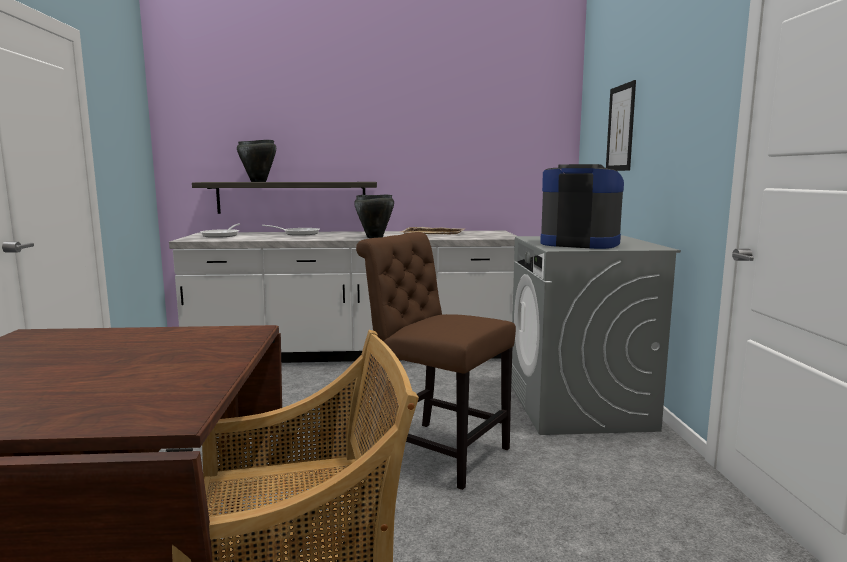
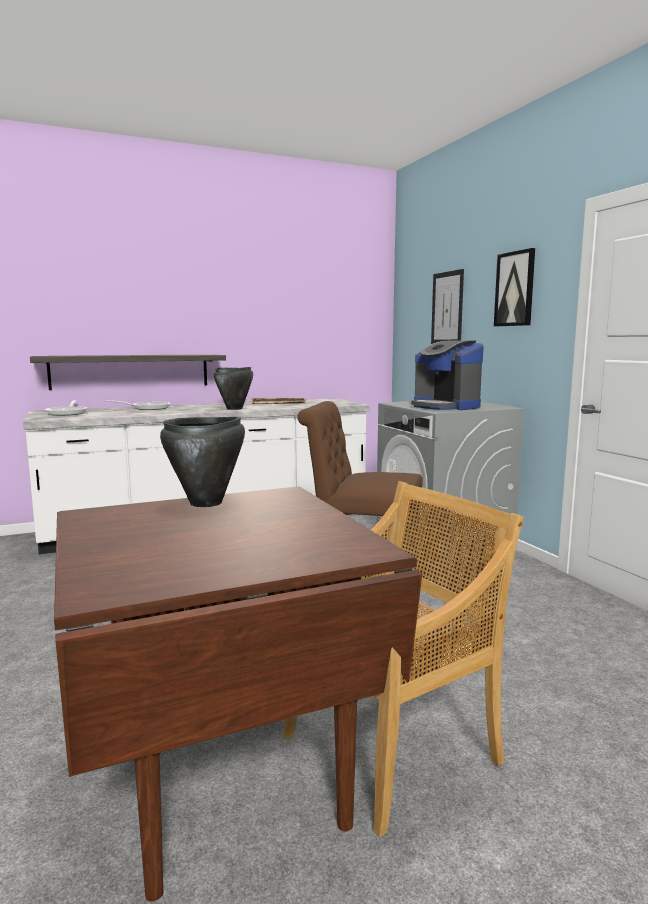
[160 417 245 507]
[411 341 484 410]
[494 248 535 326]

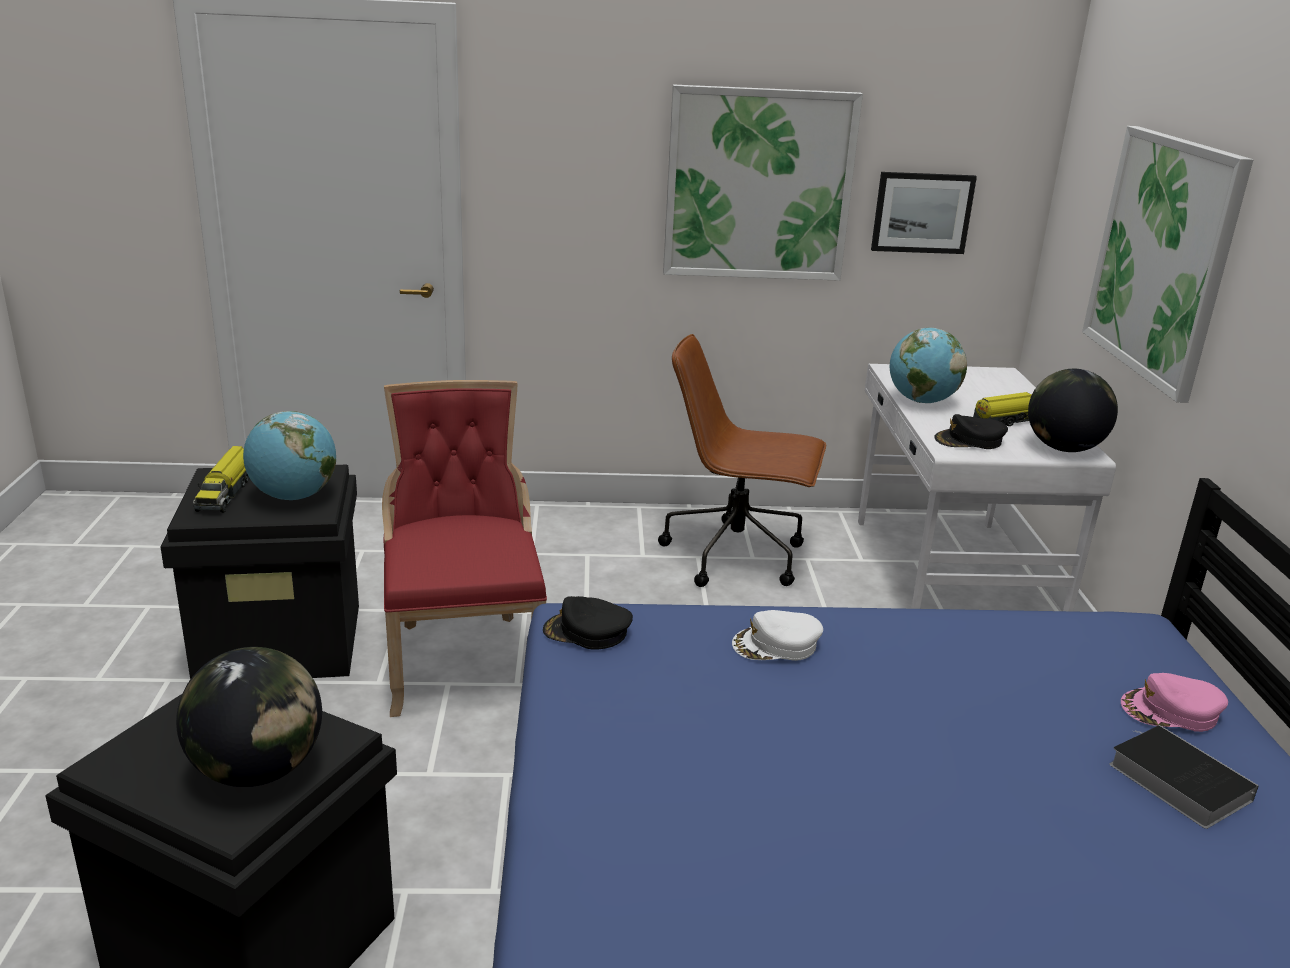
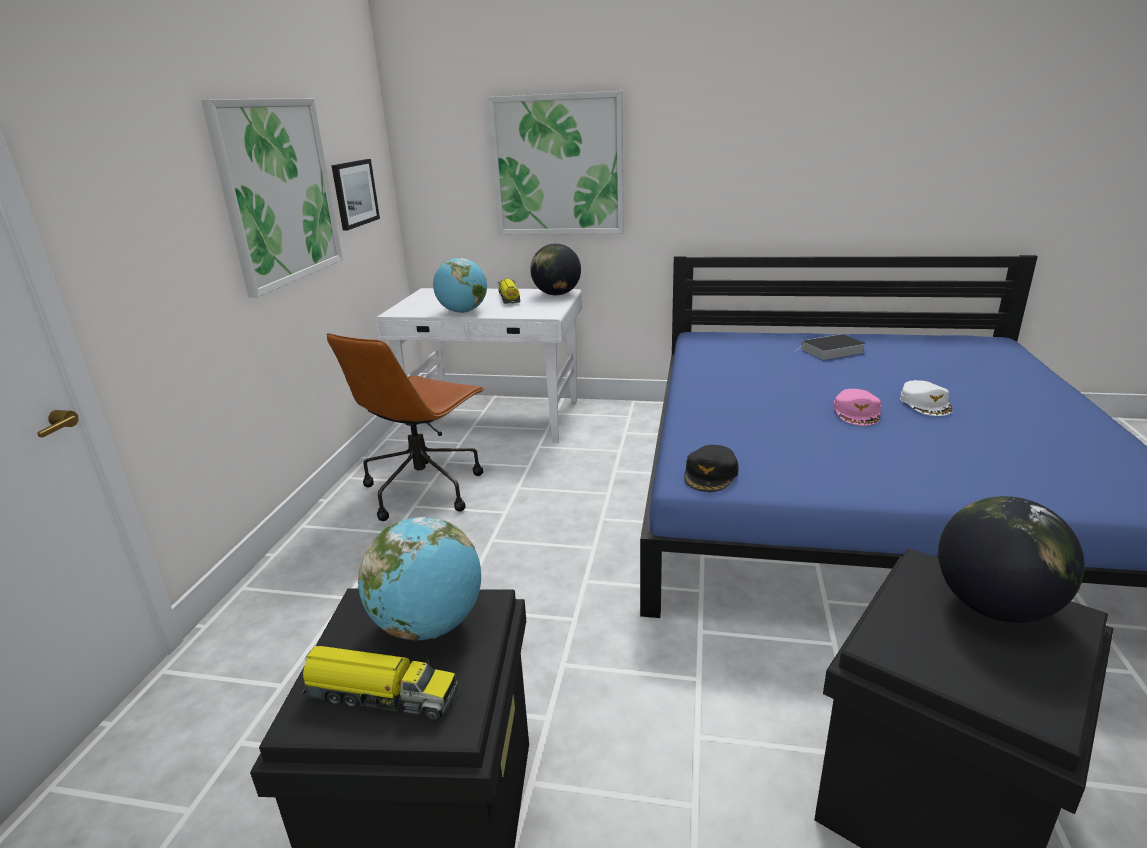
[382 380 547 717] (first image)
[900 380 953 416]
[934 414 1008 449] (first image)
[833 389 881 426]

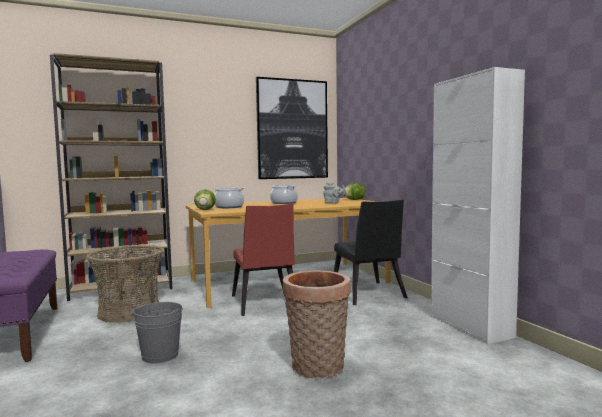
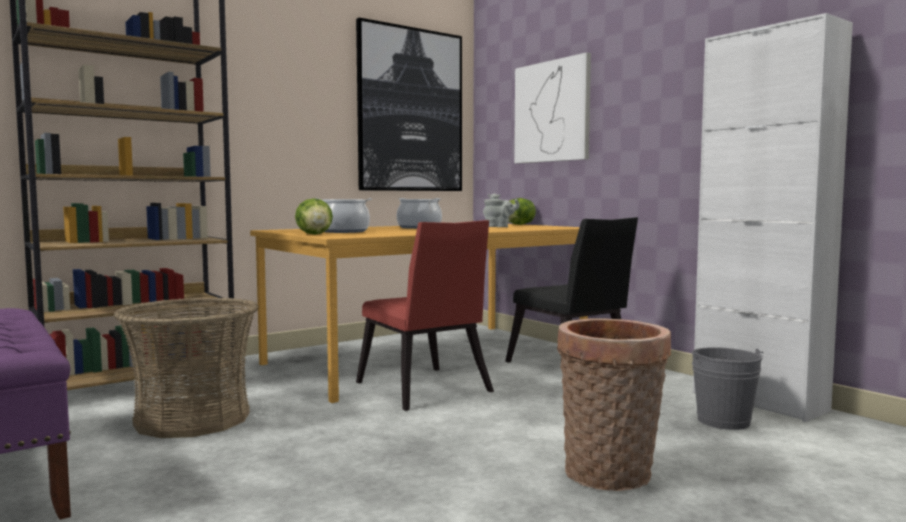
[692 347 763 430]
[514 52 591 164]

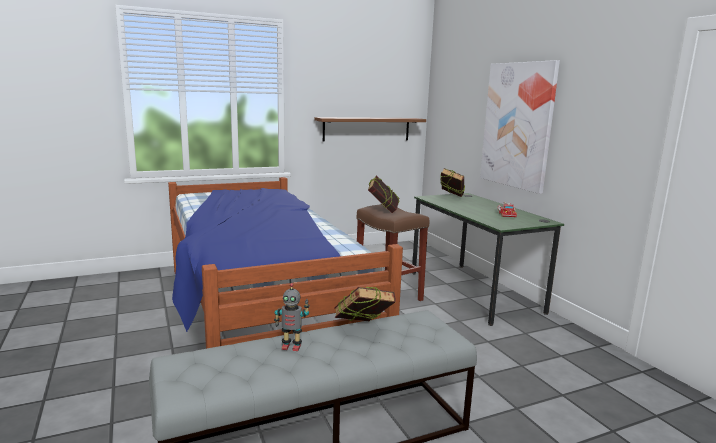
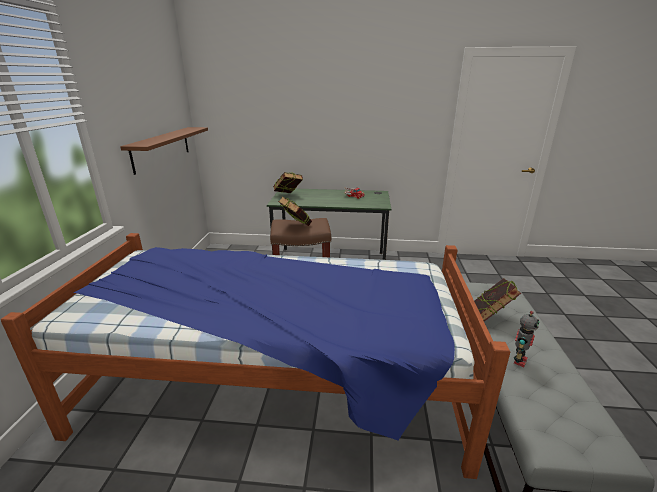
[480 60 560 194] (first image)

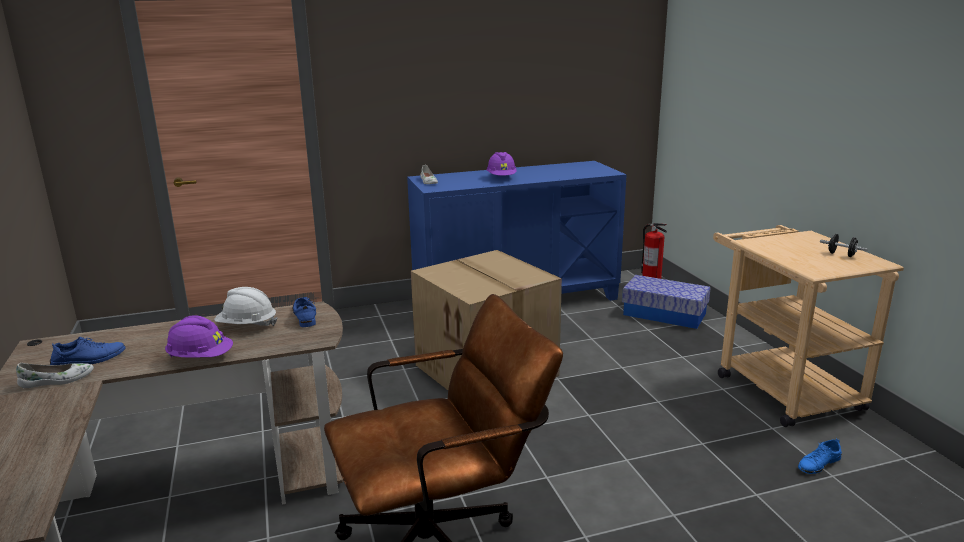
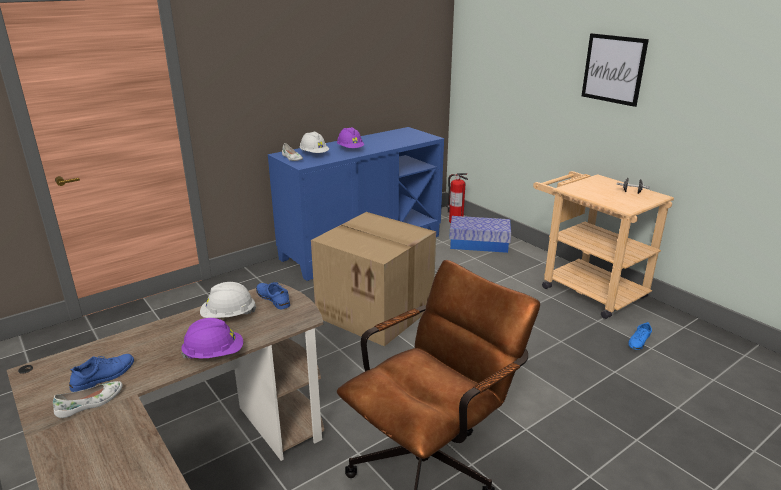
[300 132 329 153]
[582 33 649 107]

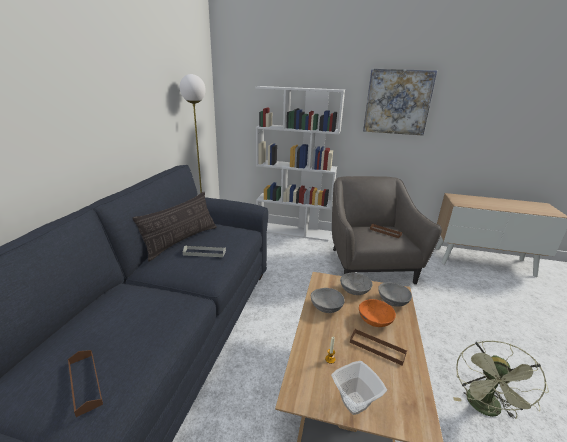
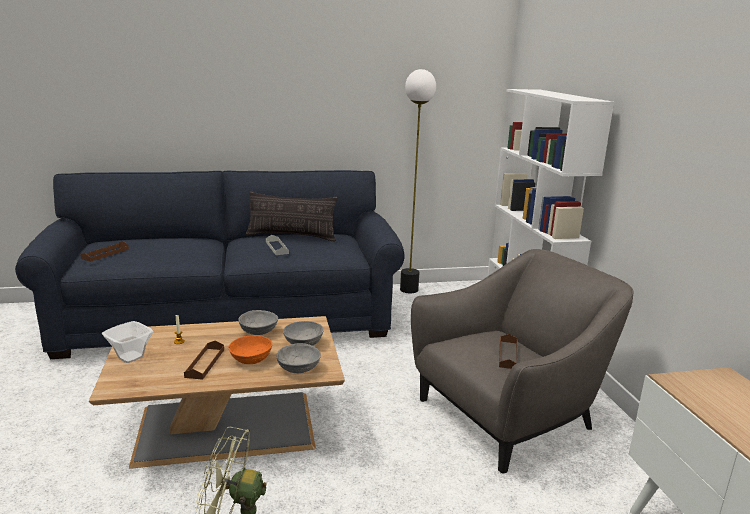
[363 69 437 136] (first image)

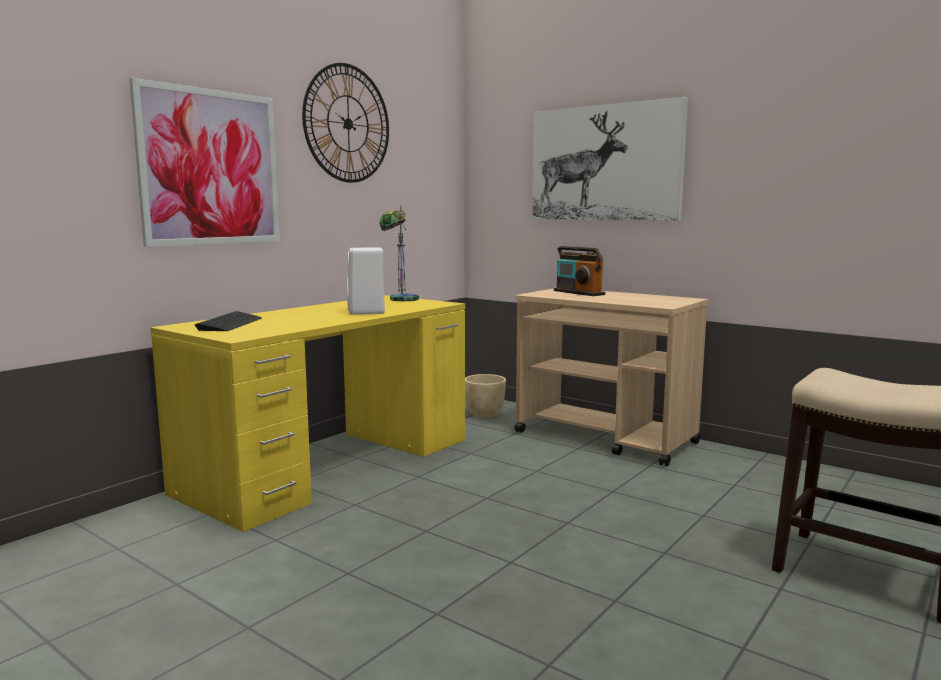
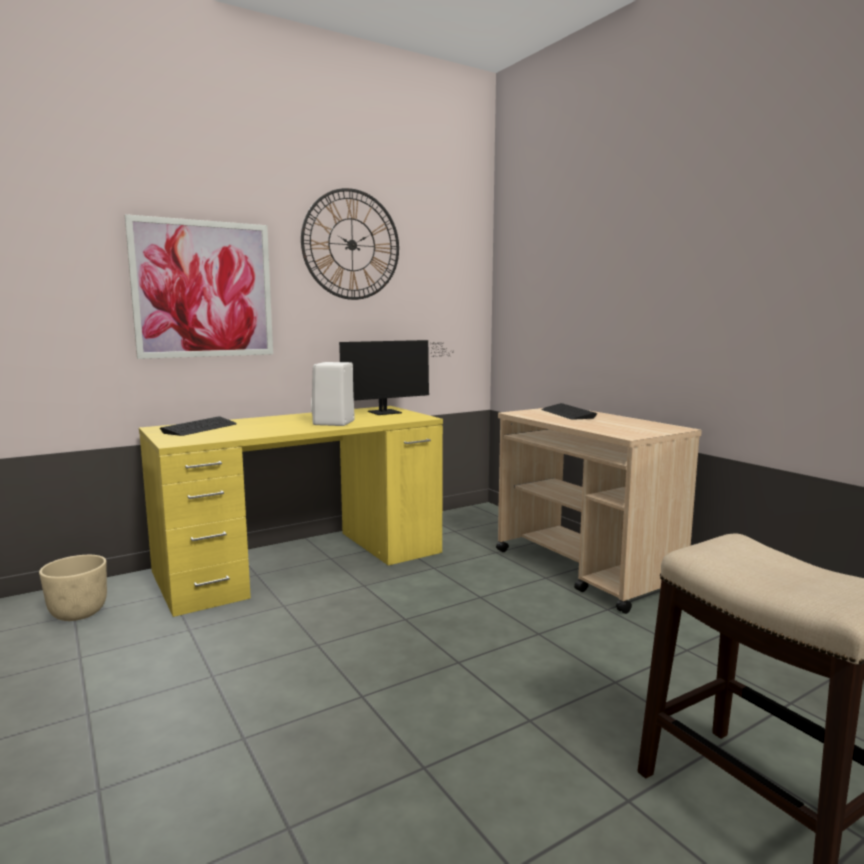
[339 340 452 415]
[39 555 107 621]
[532 97 688 221] (first image)
[541 403 597 420]

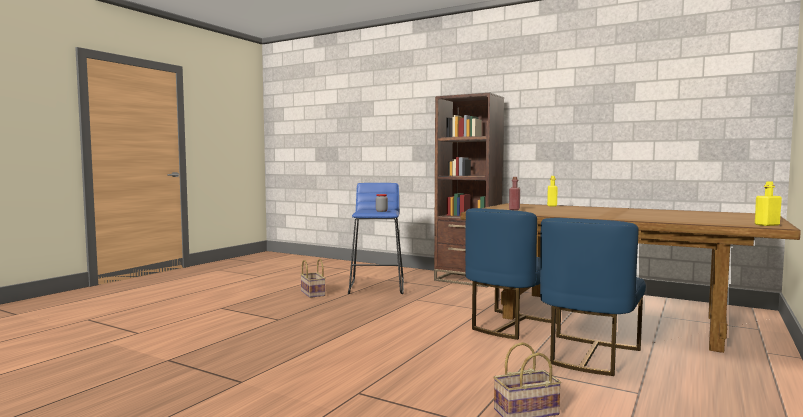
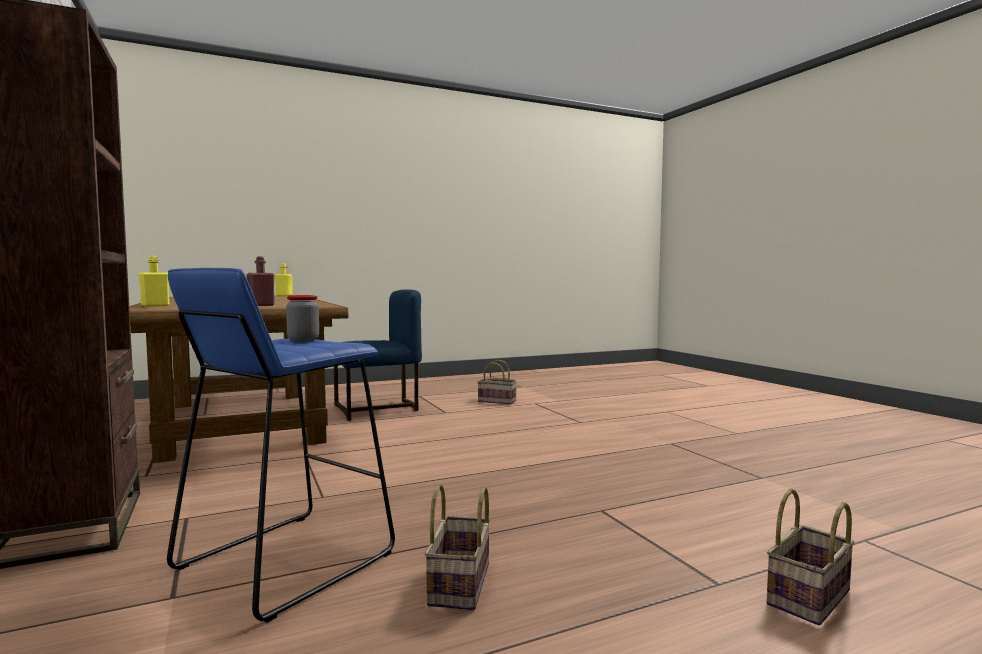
[465 208 557 340] (first image)
[766 489 855 625]

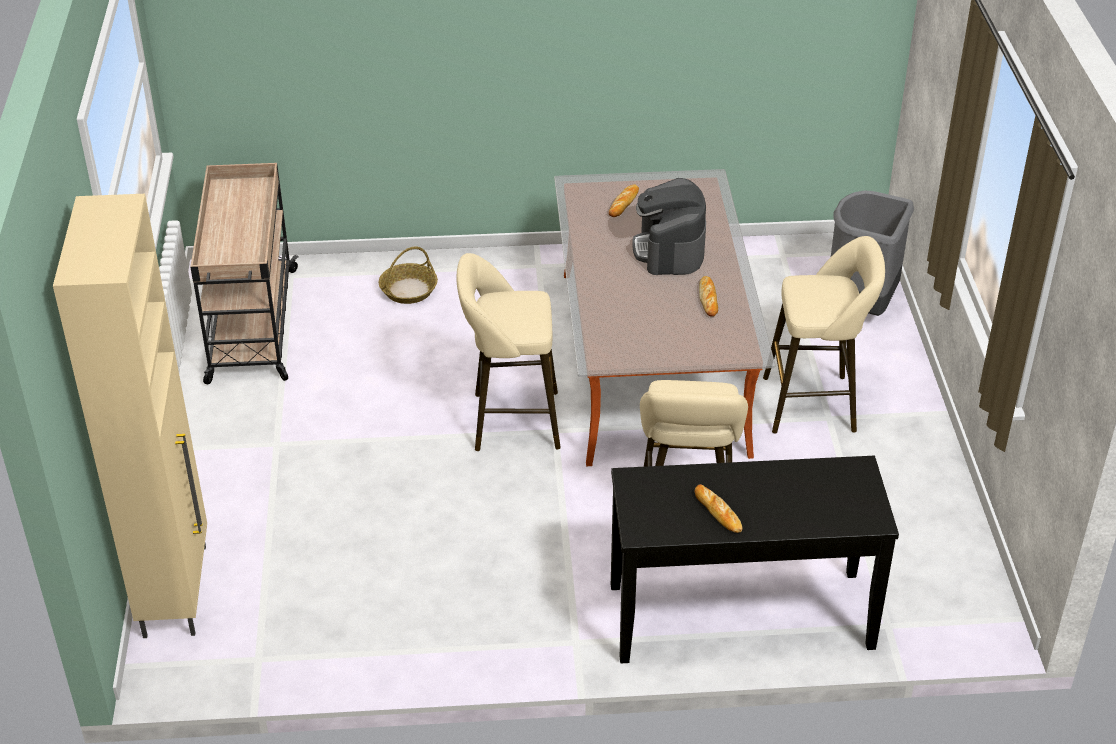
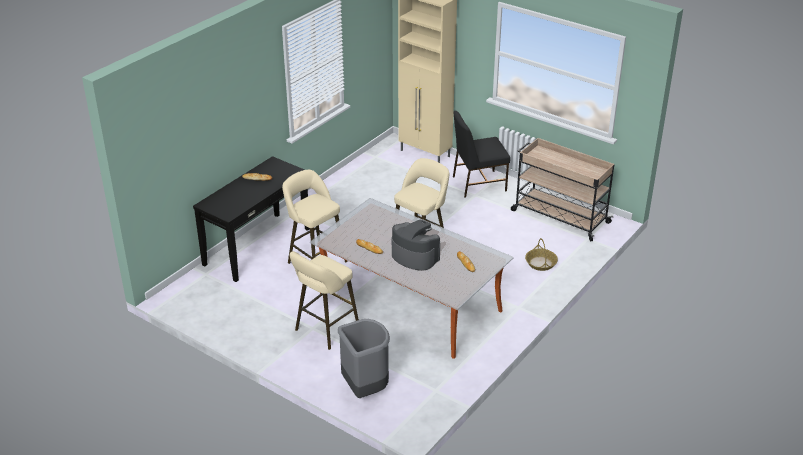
[453 111 510 197]

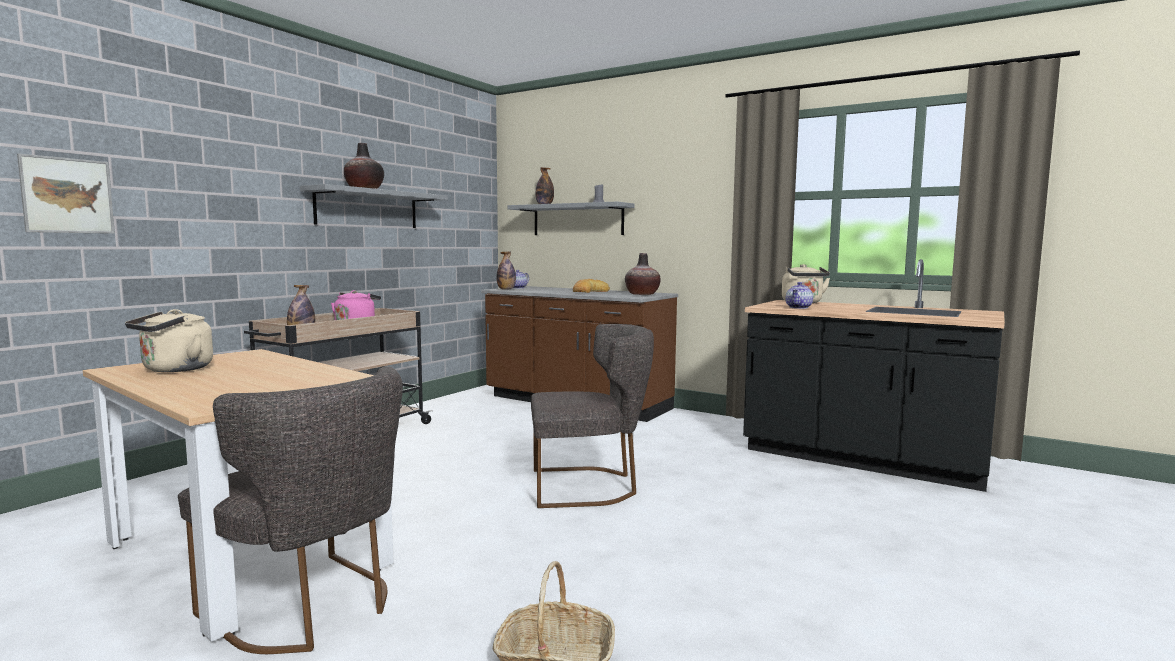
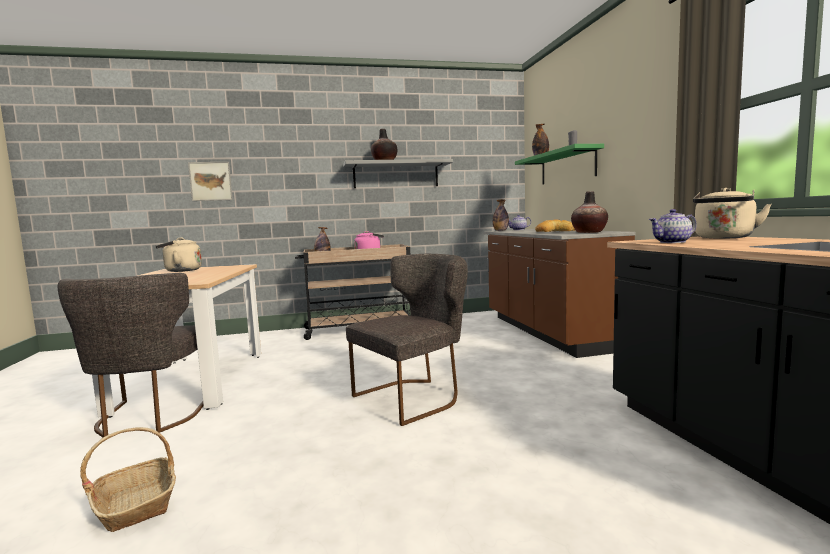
[515 144 604 185]
[346 254 468 426]

